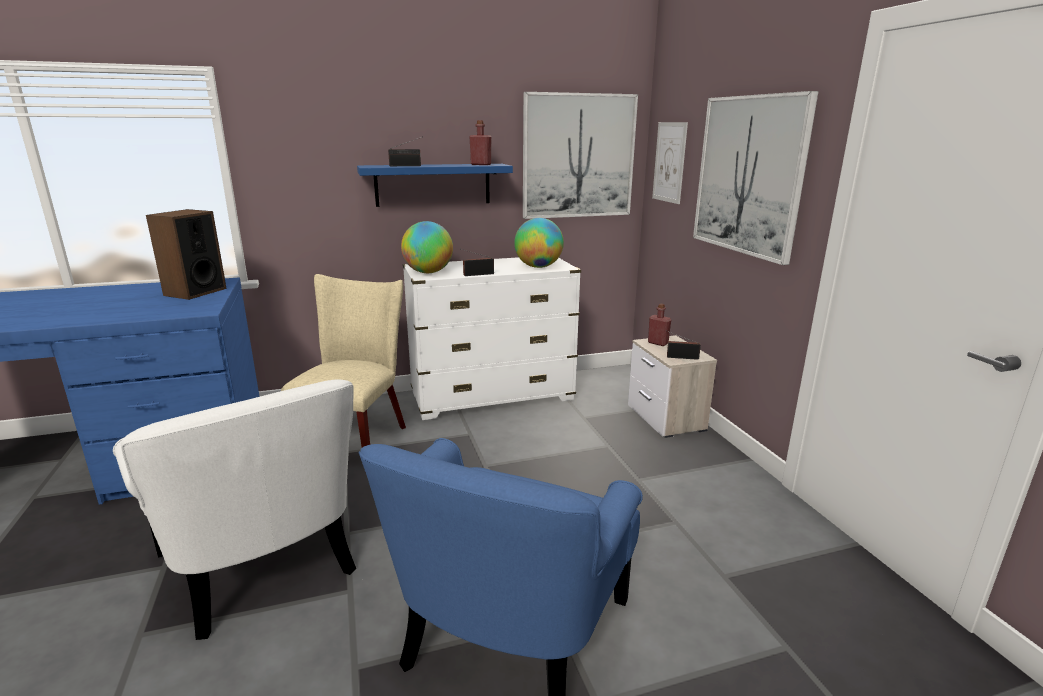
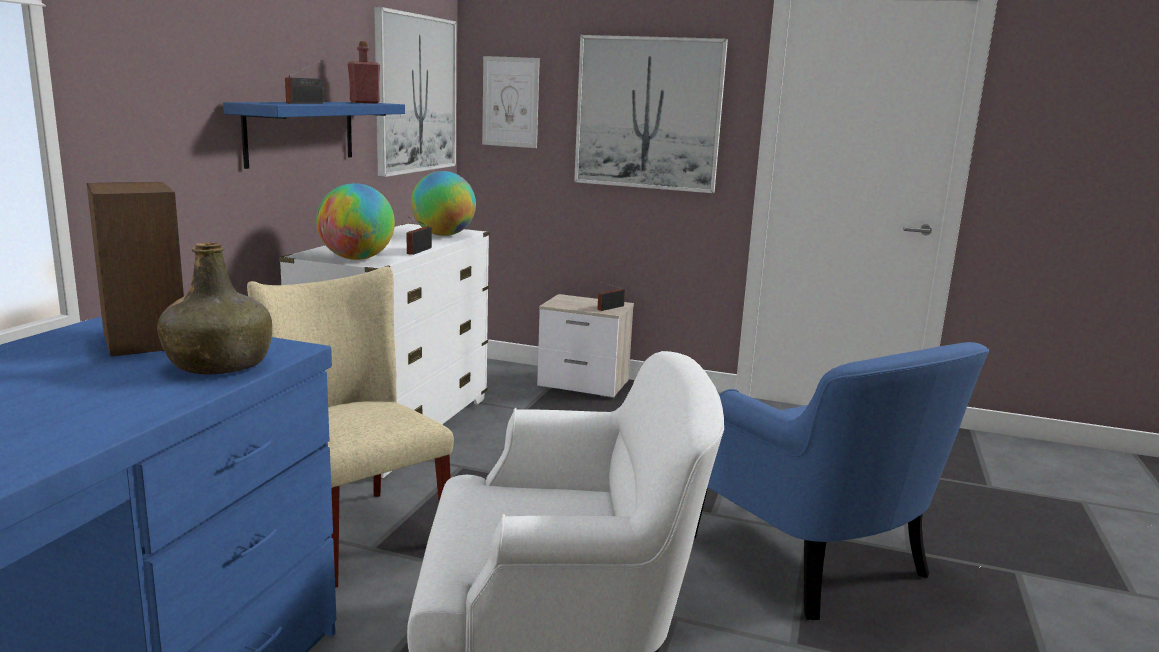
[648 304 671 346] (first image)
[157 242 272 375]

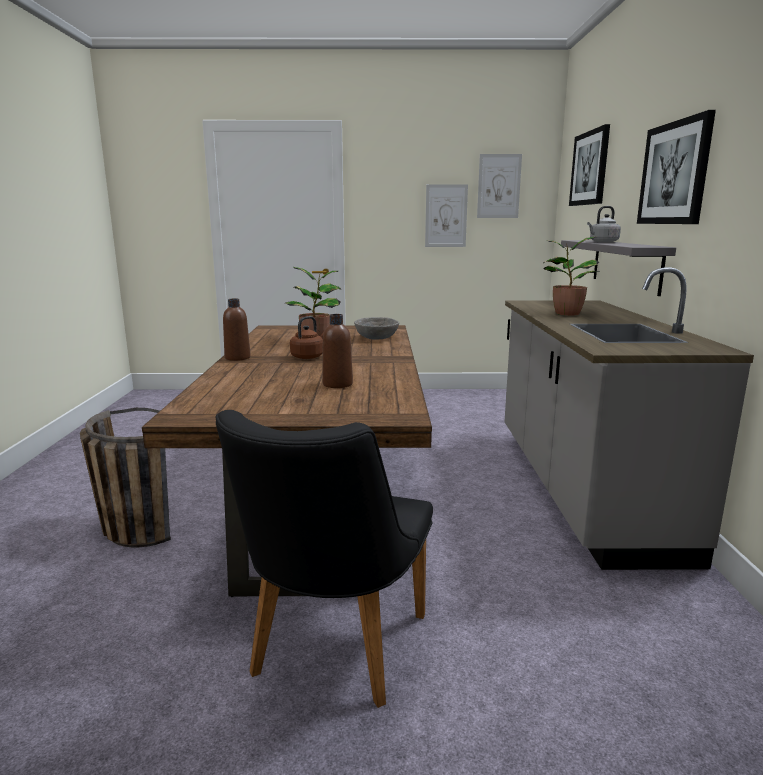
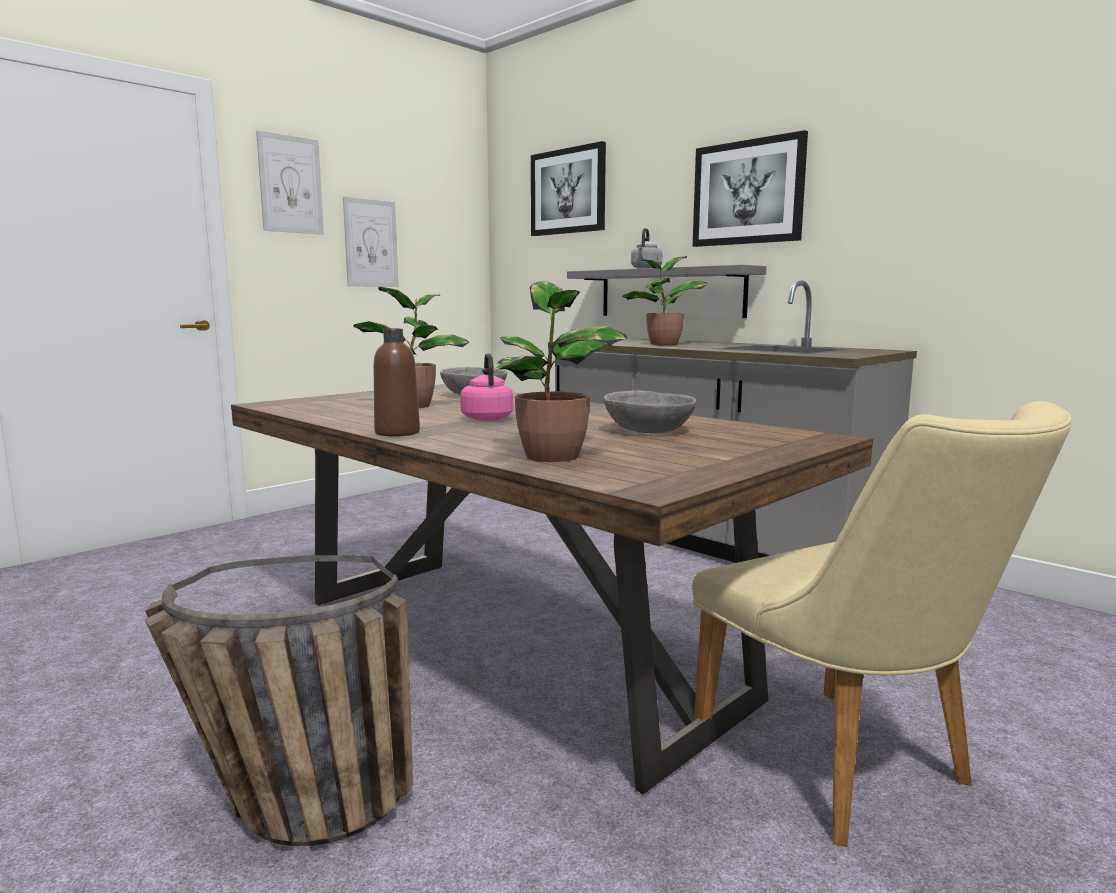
[692 401 1072 847]
[460 353 513 421]
[604 390 696 434]
[256 130 324 235]
[490 281 627 462]

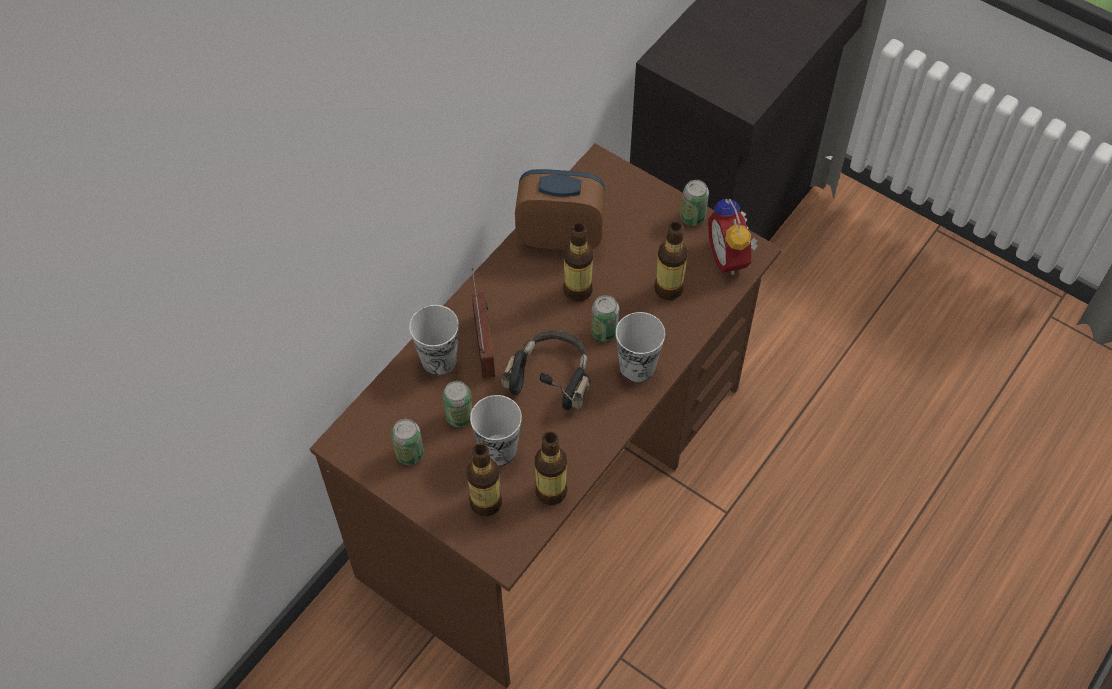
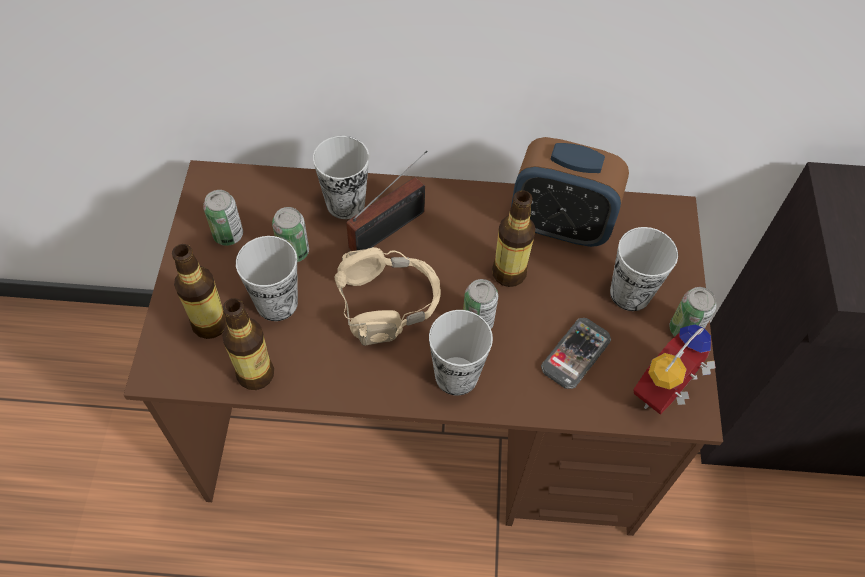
[334 247 441 346]
[511 137 629 247]
[541 318 611 389]
[610 227 678 311]

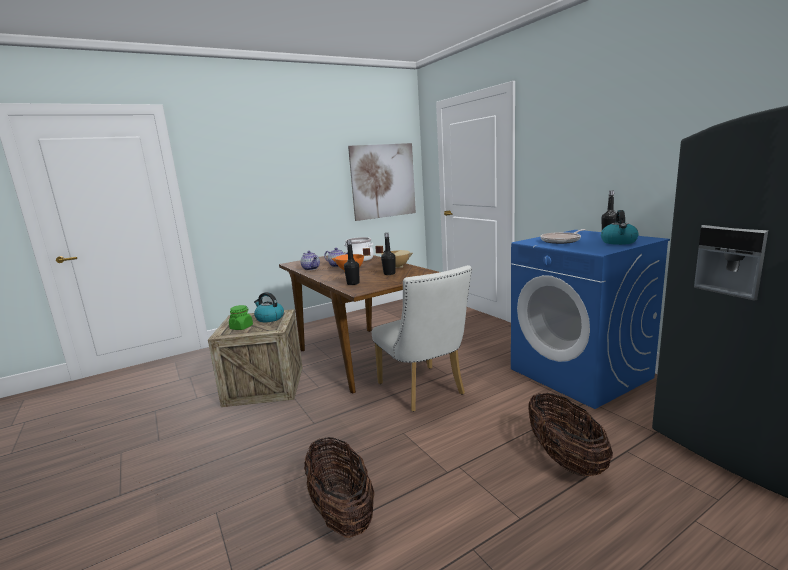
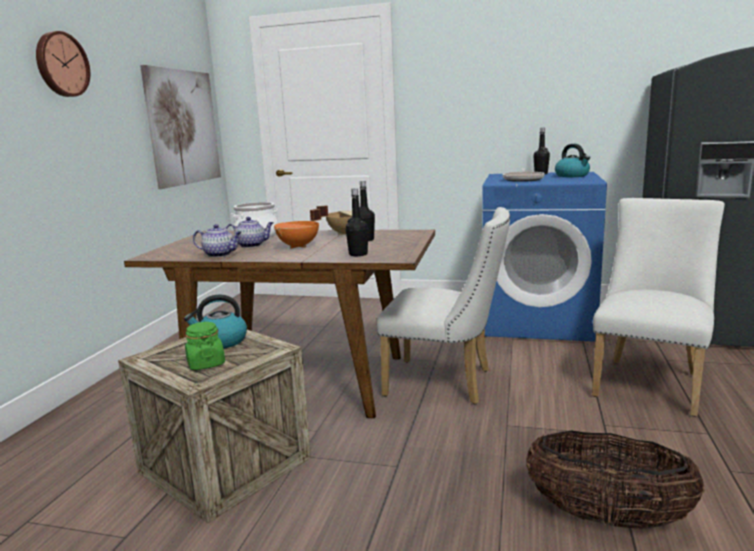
[592 198 725 417]
[36 31 90 97]

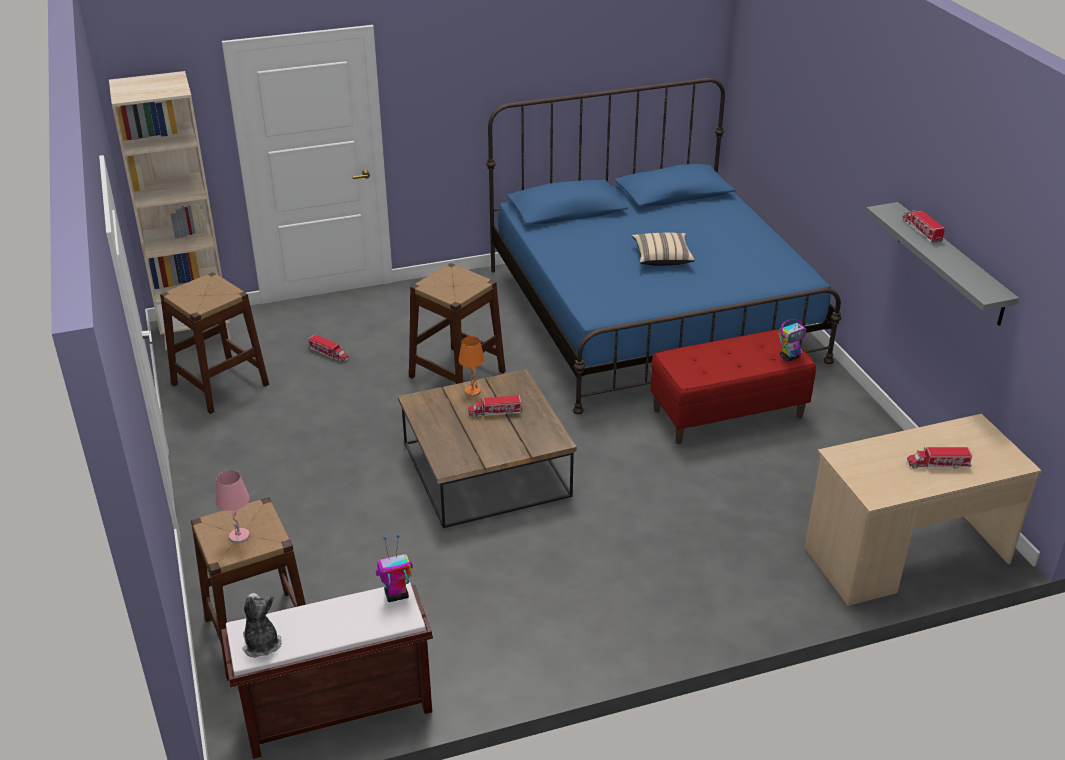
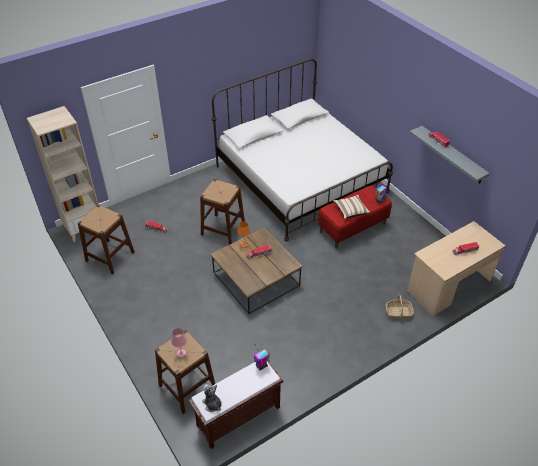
[212 59 393 241]
[333 195 370 219]
[385 295 414 319]

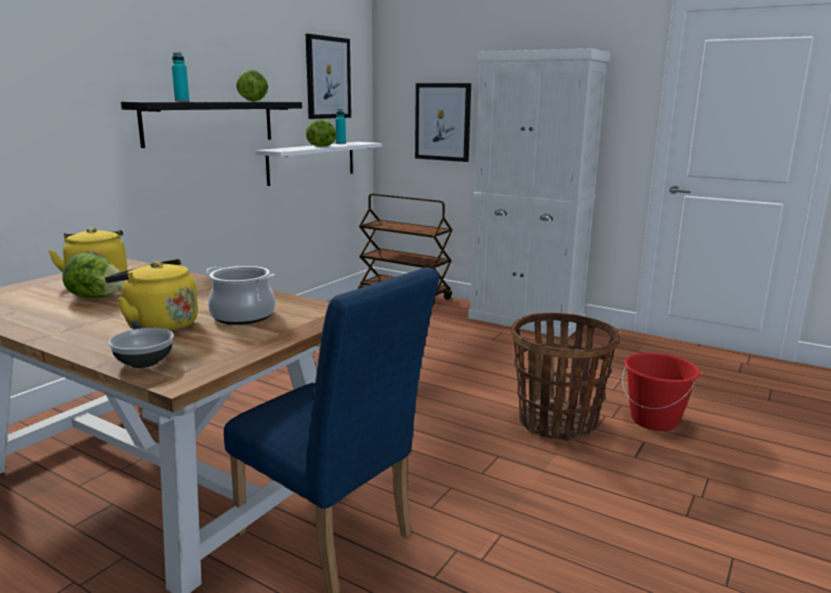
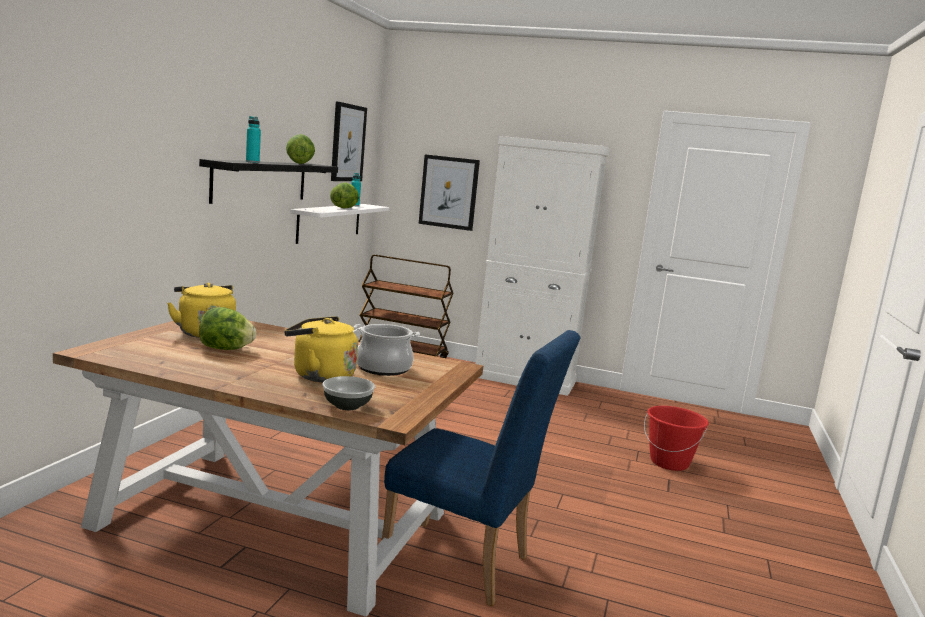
[512 313 620 440] (first image)

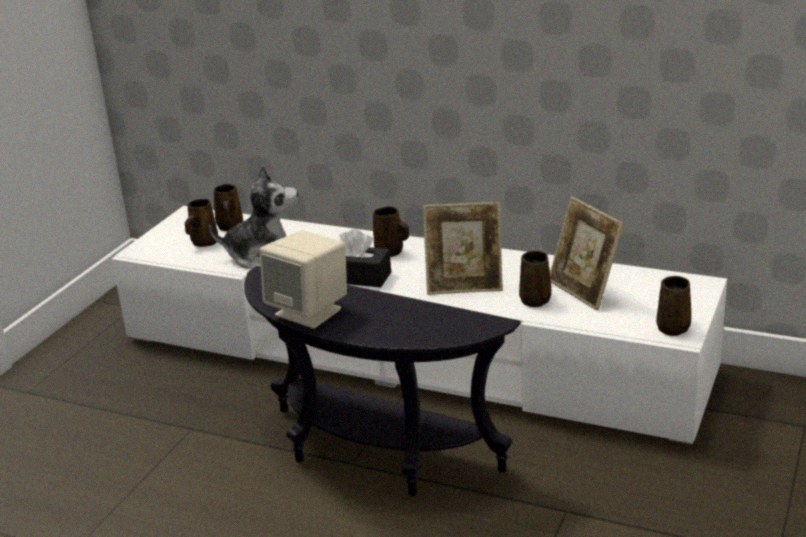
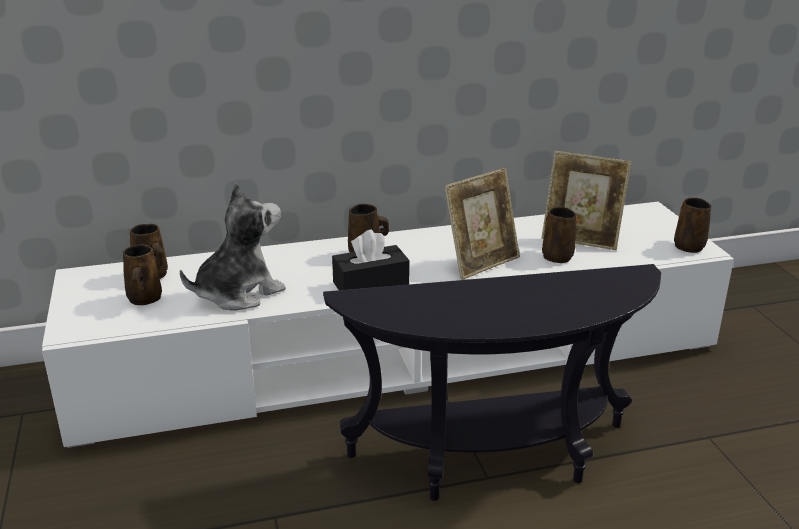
[260 231 347 329] (first image)

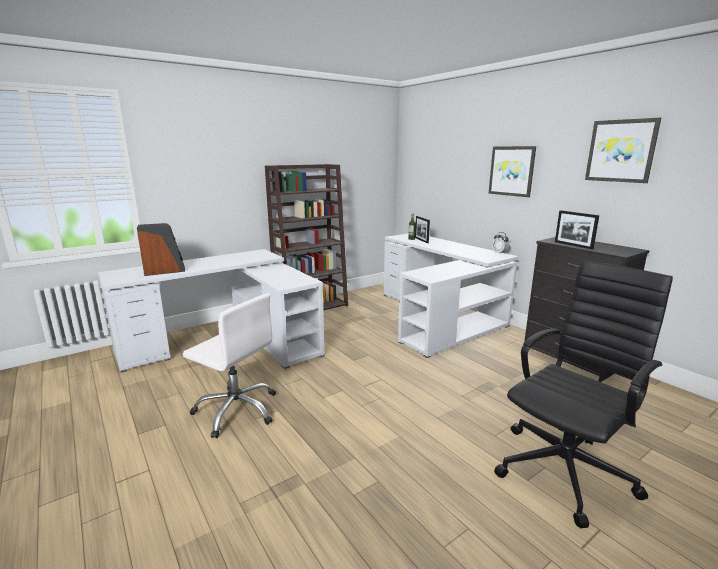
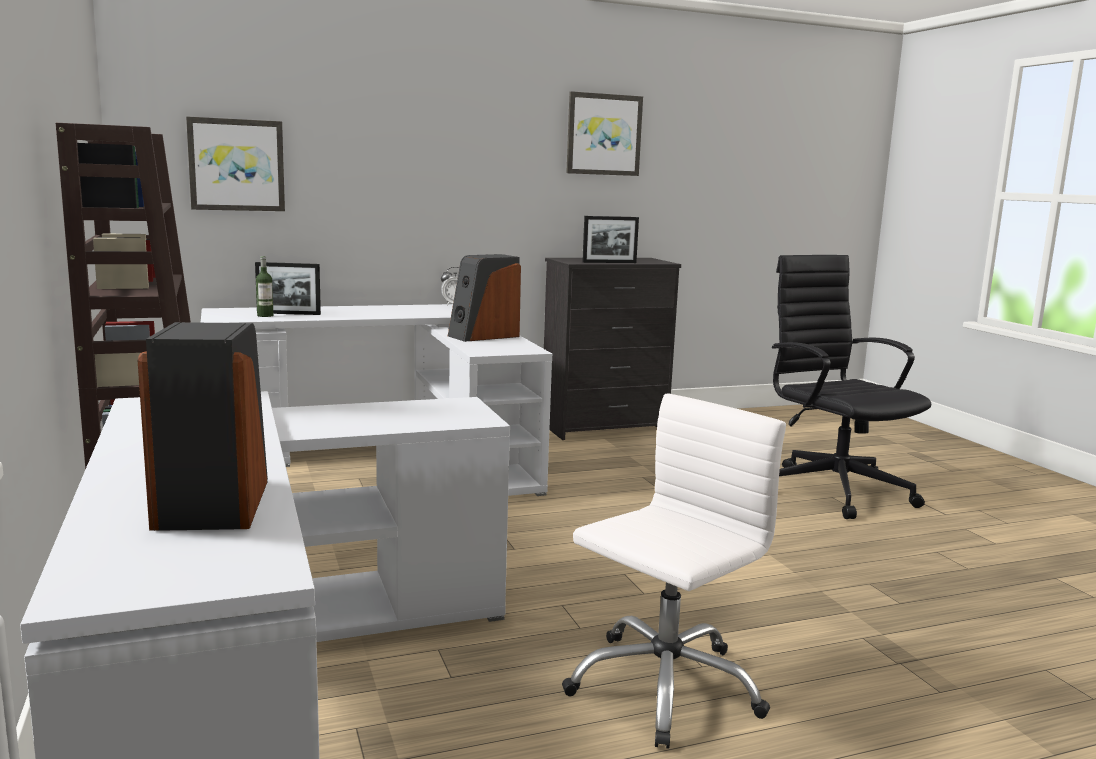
[186 116 285 211]
[448 254 521 342]

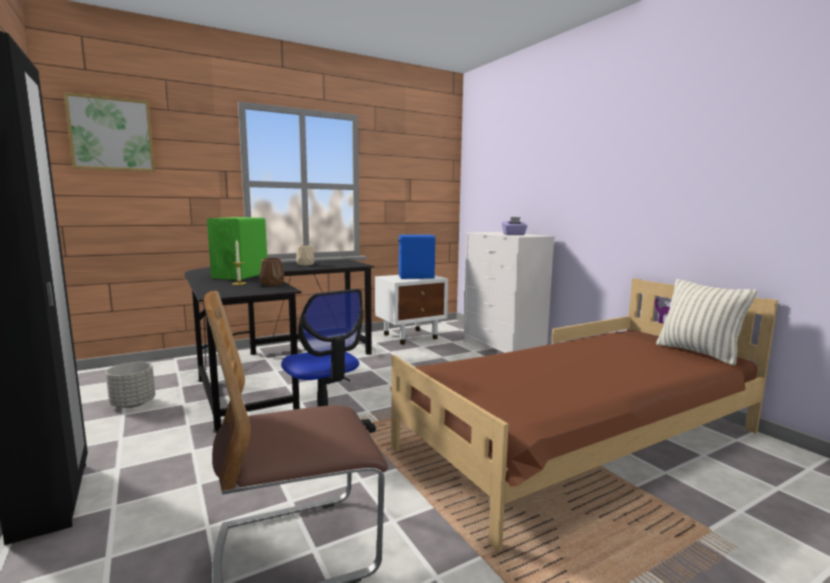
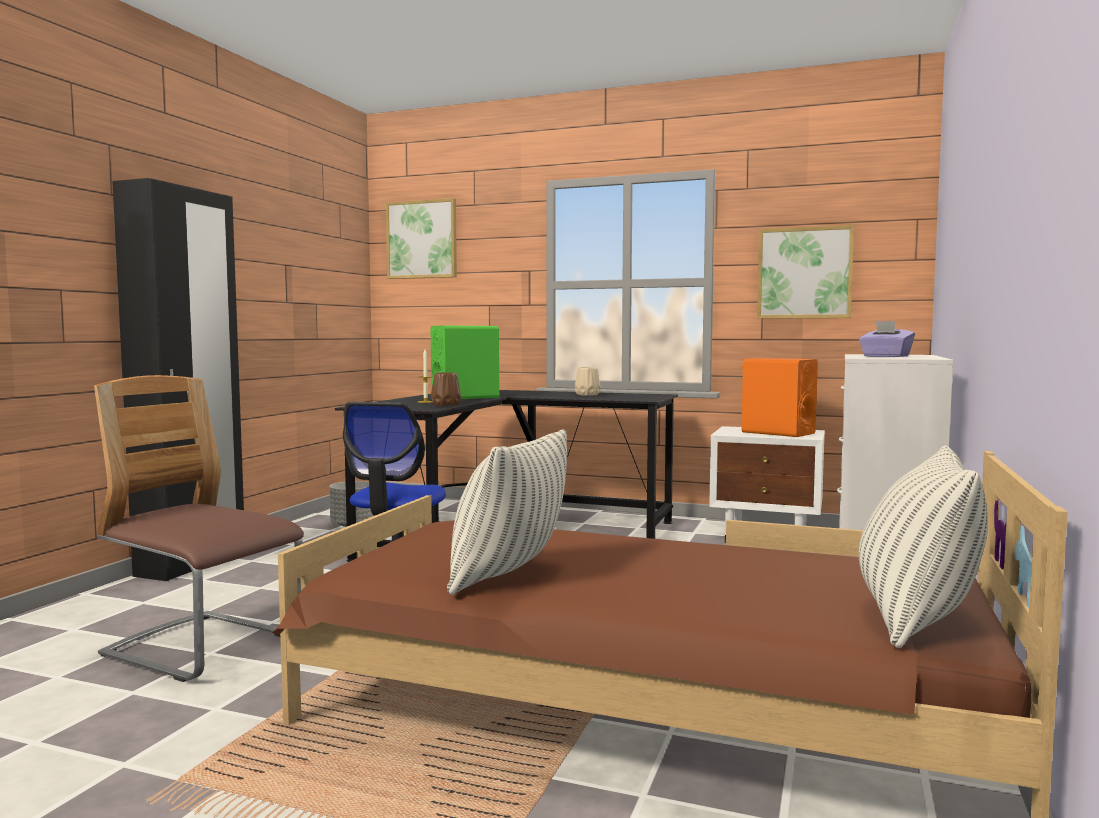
[741 358 818 437]
[447 429 567 595]
[757 225 854 319]

